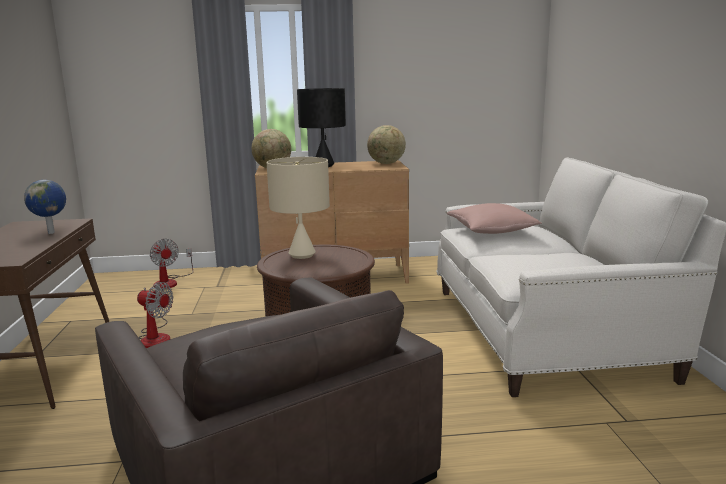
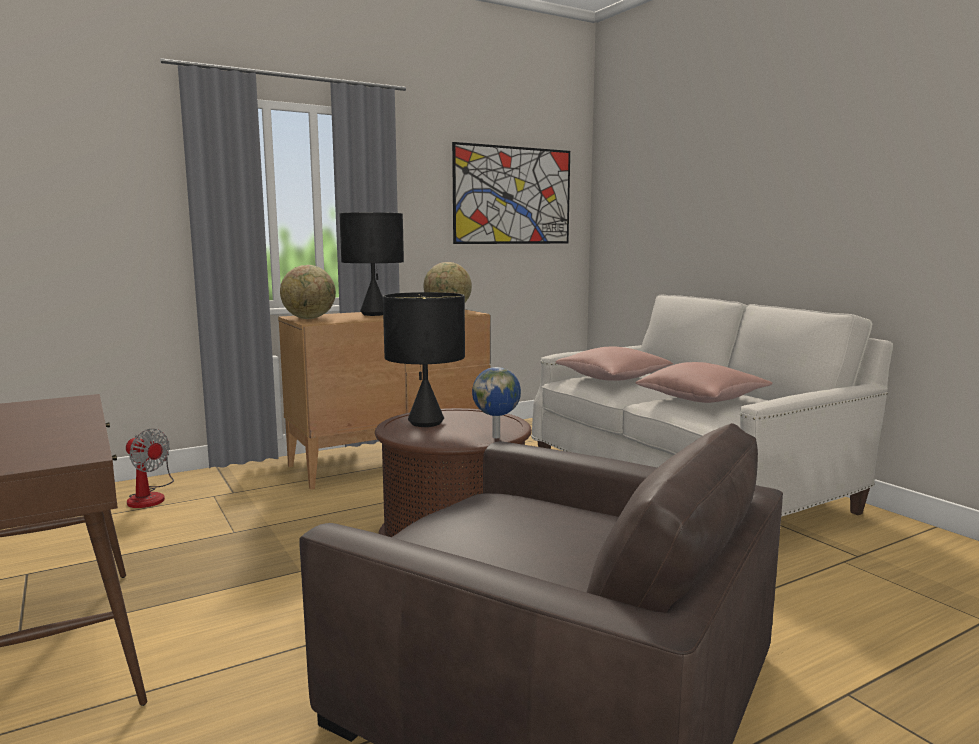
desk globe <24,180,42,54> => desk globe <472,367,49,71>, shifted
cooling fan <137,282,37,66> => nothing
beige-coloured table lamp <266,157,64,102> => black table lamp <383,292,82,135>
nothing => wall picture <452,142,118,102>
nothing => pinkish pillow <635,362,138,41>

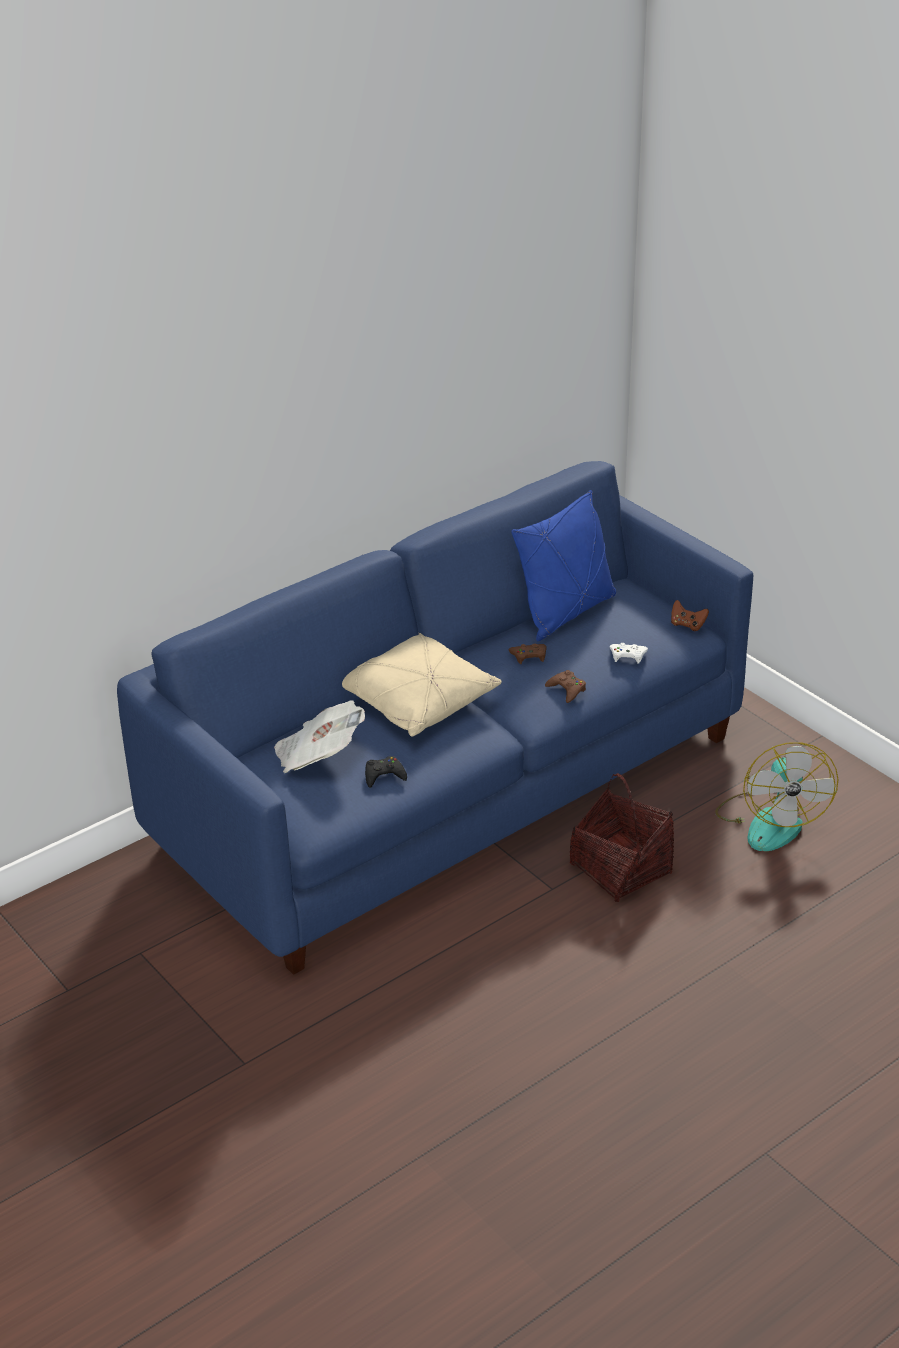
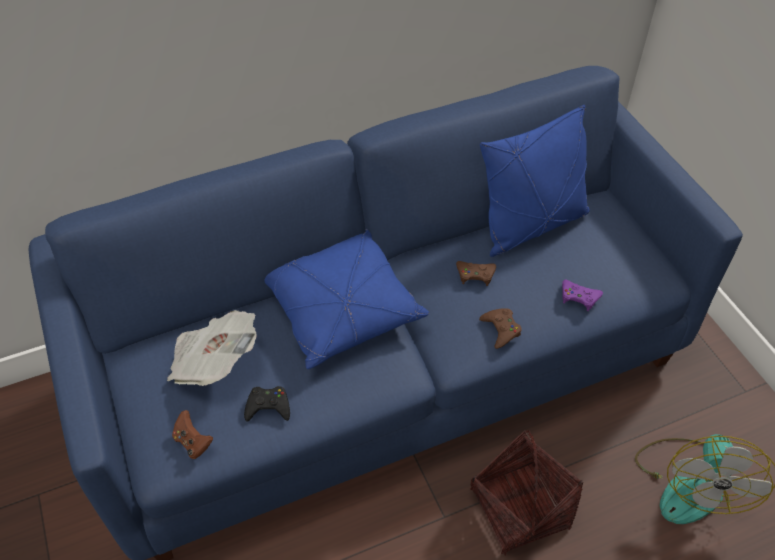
beige-coloured pillow <342,633,160,104> => blue-coloured pillow <264,229,165,140>
white gamepad <610,643,38,21> => purple gamepad <562,280,41,31>
brownish gamepad <671,600,38,31> => brownish gamepad <172,410,41,49>, shifted

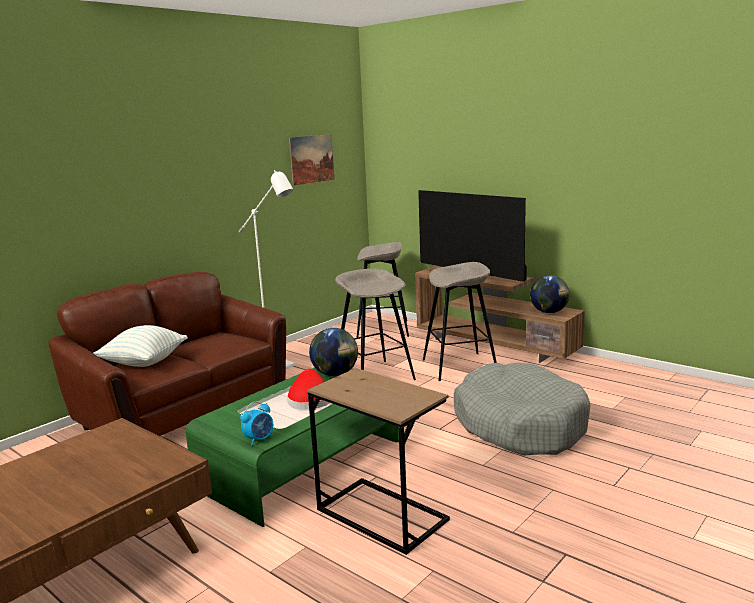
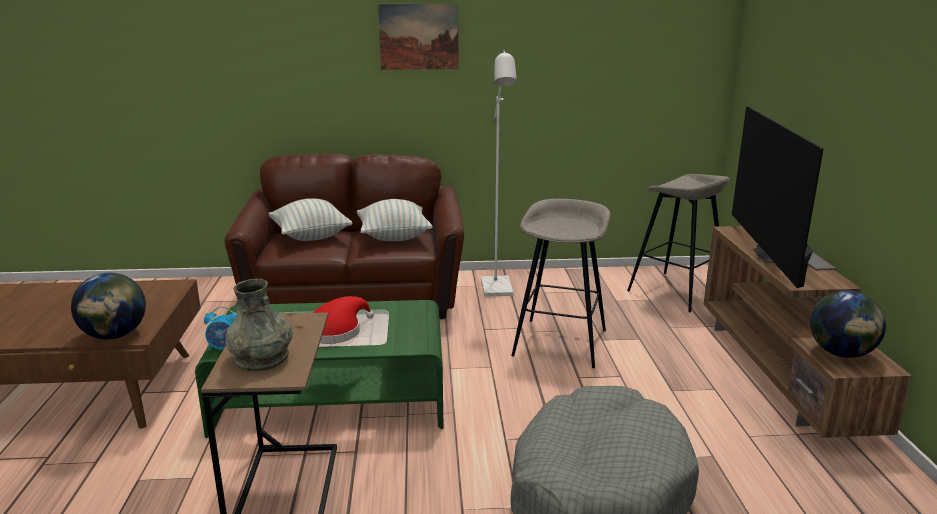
wall picture <289,134,45,52> => wall picture <378,4,81,66>, shifted
desk globe <309,328,49,48> => desk globe <71,273,75,66>, shifted
greyish stool seat <423,262,74,119> => nothing
nothing => greyish vase <226,279,67,92>
nothing => pillow <357,199,76,42>

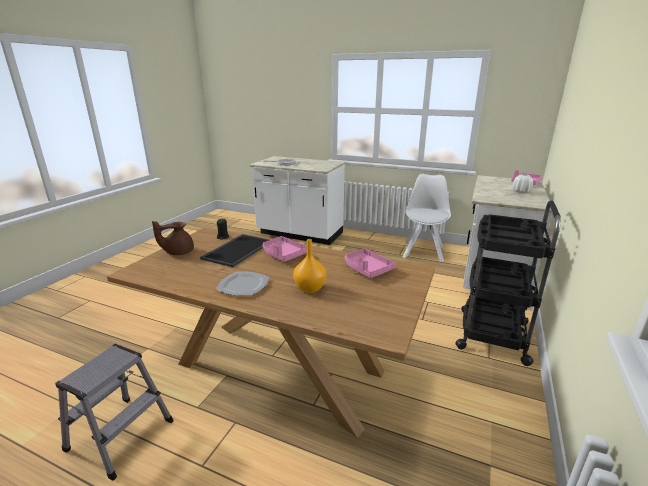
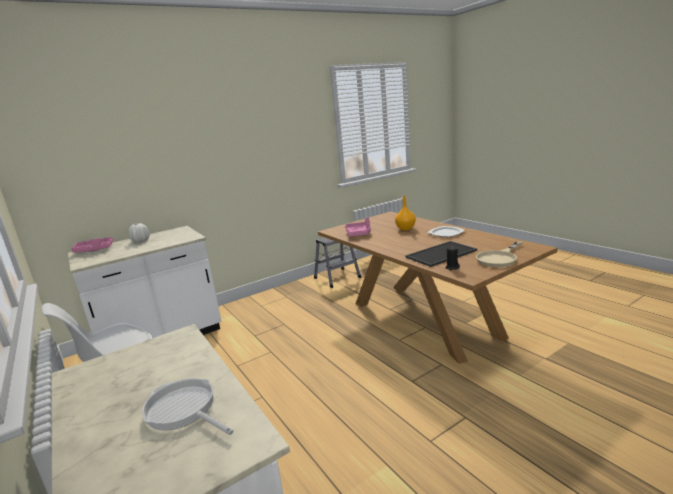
greyish step stool <55,344,119,137> => greyish step stool <314,238,48,50>, shifted
brownish teapot <152,221,42,34> => beige-coloured frying pan <476,241,47,26>
pinkish tray <263,236,44,26> => nothing
black cart <455,200,106,166> => nothing

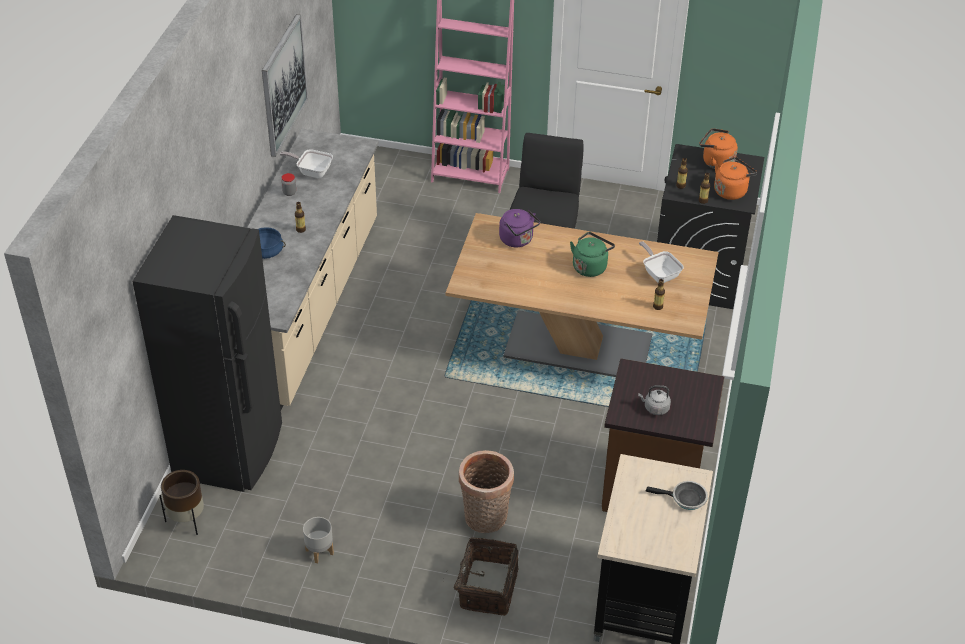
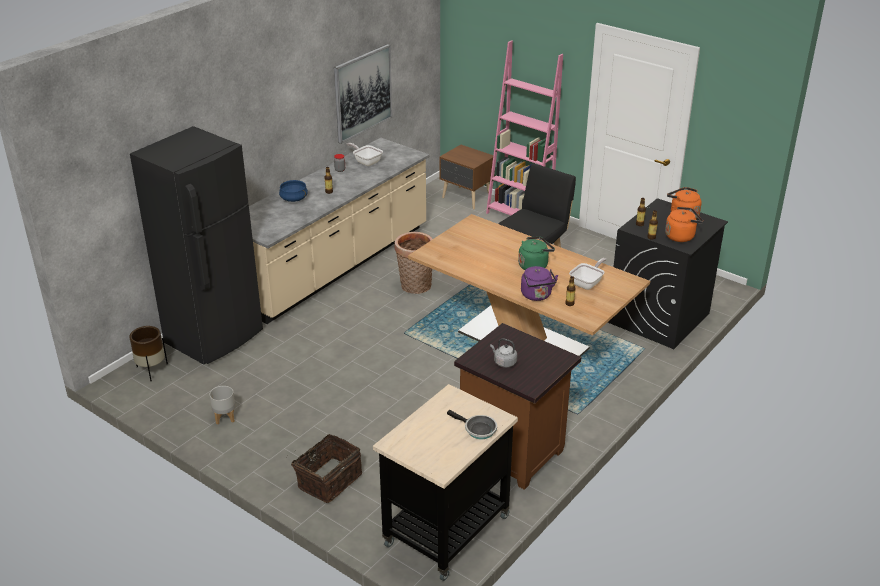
household basket <459,450,55,83> => household basket <395,232,38,62>, shifted
purple tea kettle <499,209,41,38> => purple tea kettle <521,266,37,35>, shifted
frying pan <639,241,45,42> => frying pan <569,258,38,32>, 45 degrees clockwise
nothing => brownish night table <439,145,56,64>

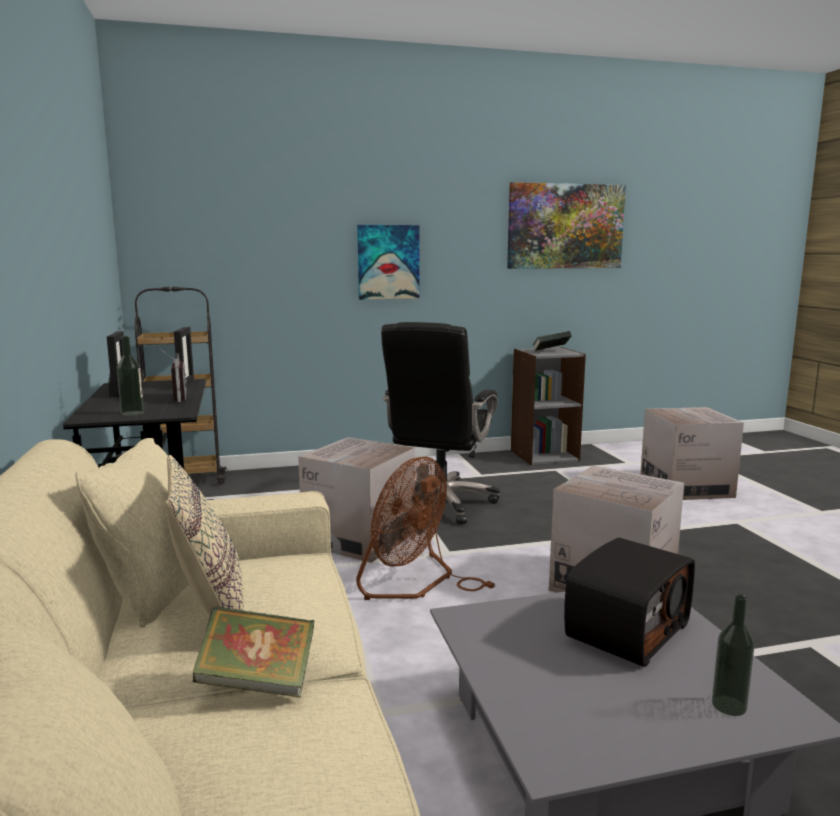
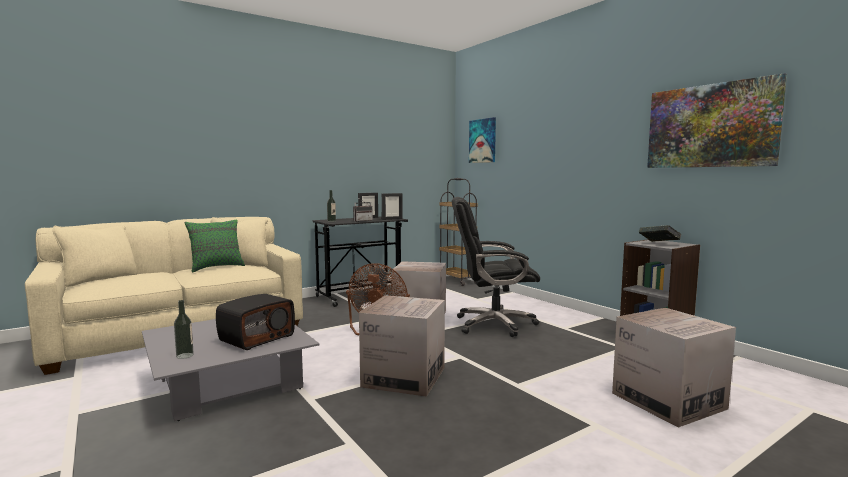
beige-coloured pillow <165,455,78,161> => greenish pillow <185,220,60,53>
bound book <192,606,123,92> => nothing
wall picture <357,225,62,75> => wall picture <469,117,27,46>, shifted
radio receiver <564,537,131,130> => radio receiver <216,294,79,56>, 75 degrees counterclockwise

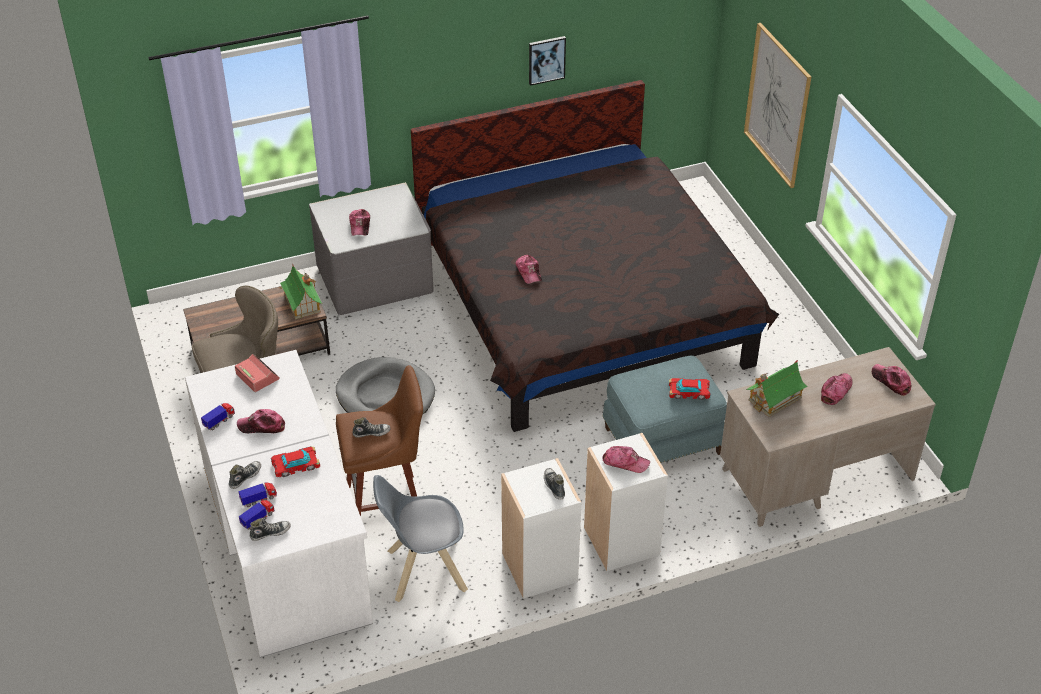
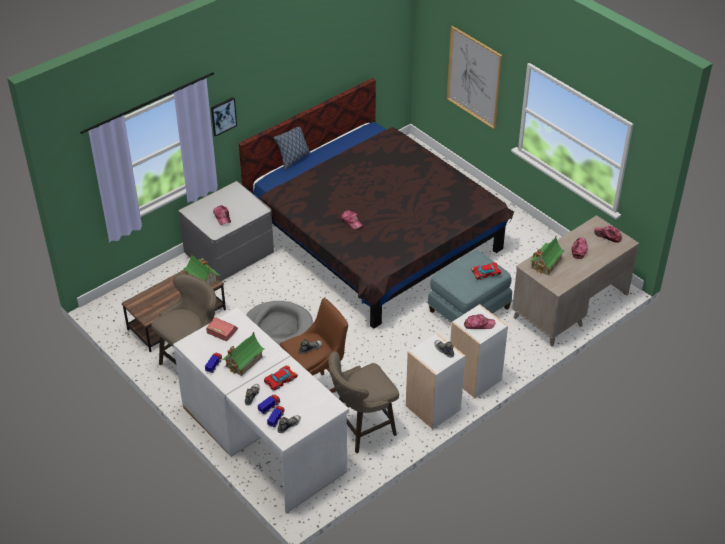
cap <237,409,48,24> => miniature house <222,332,43,44>
greyish plain chair <373,475,95,127> => beige-coloured stool seat <328,351,71,103>
wall picture <529,36,37,50> => wall picture <211,97,26,40>, shifted
nothing => pillow <273,127,37,43>

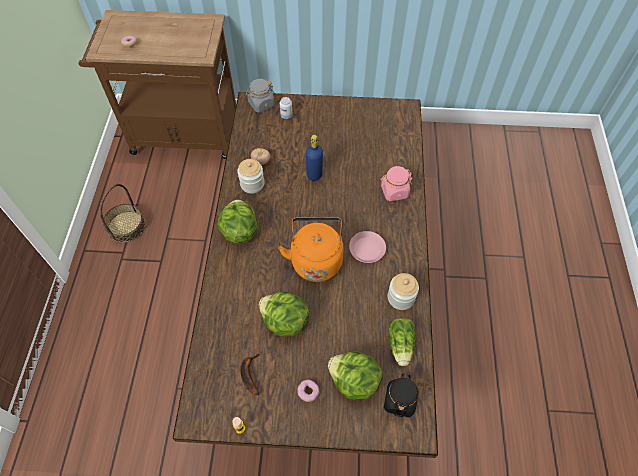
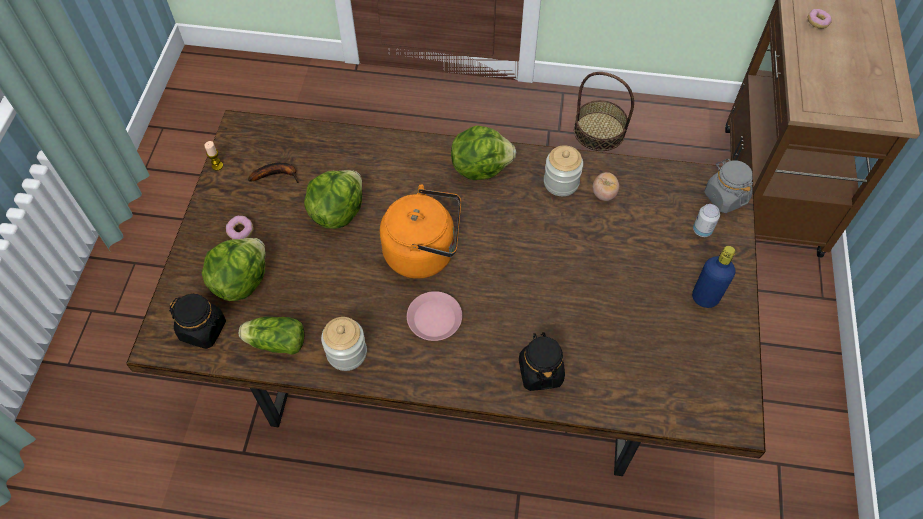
blue-coloured bottle <306,135,17,46> => blue-coloured bottle <692,246,43,62>, shifted
pinkish preserve jar <380,166,32,35> => black preserve jar <519,332,46,59>

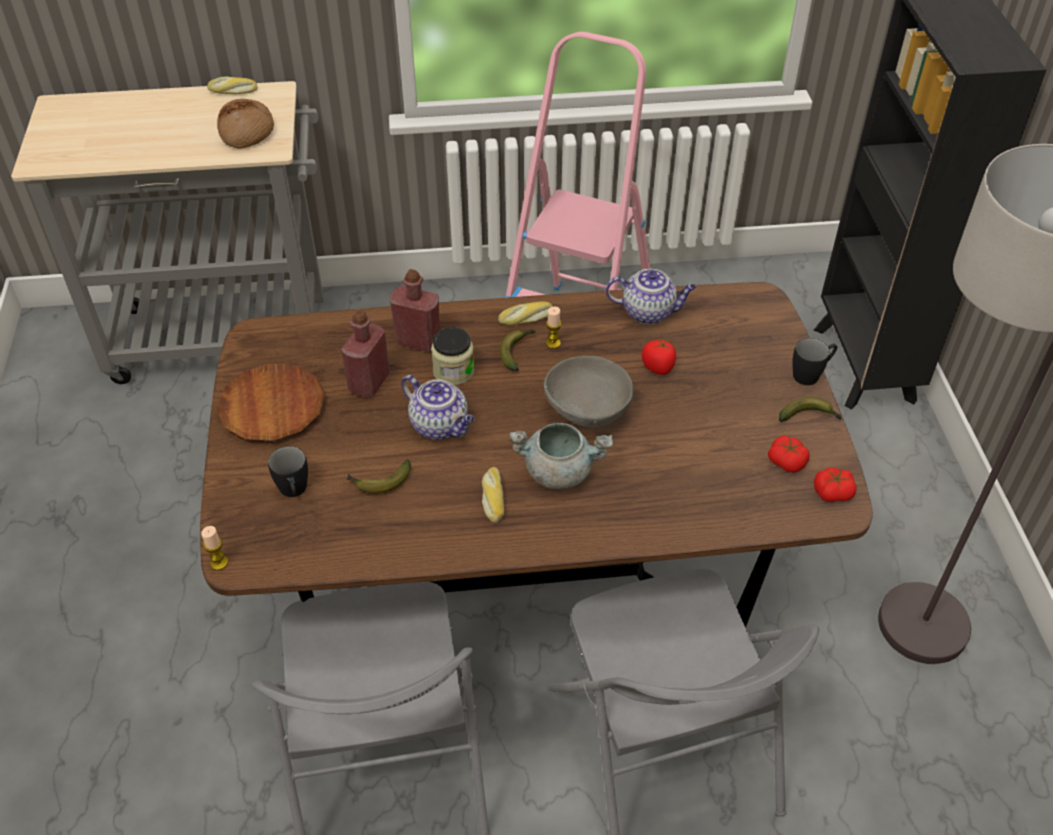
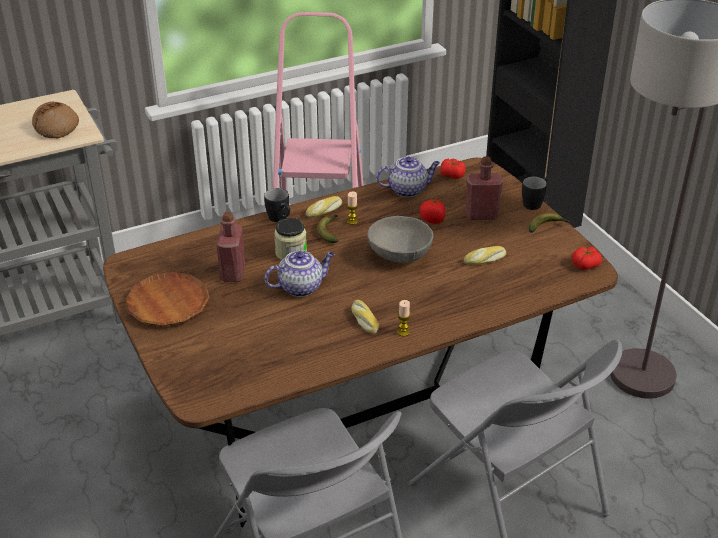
wax light <201,526,27,44> => wax light <397,300,14,37>, shifted
bread <207,77,51,17> => bread <464,246,42,19>, shifted
black coffee mug <268,446,40,51> => black coffee mug <264,188,26,34>, shifted
banana fruit <347,459,64,34> => nothing
red bottle <390,269,50,83> => red bottle <466,156,37,64>, shifted
teapot <401,375,74,65> => teapot <265,250,69,47>, 45 degrees counterclockwise
greyish cooking pot <509,423,104,66> => nothing
fresh tomato <768,435,42,38> => fresh tomato <440,159,26,20>, shifted

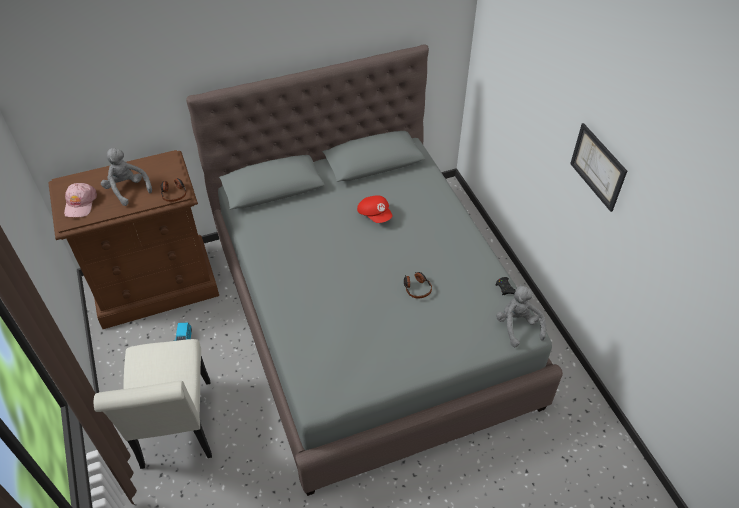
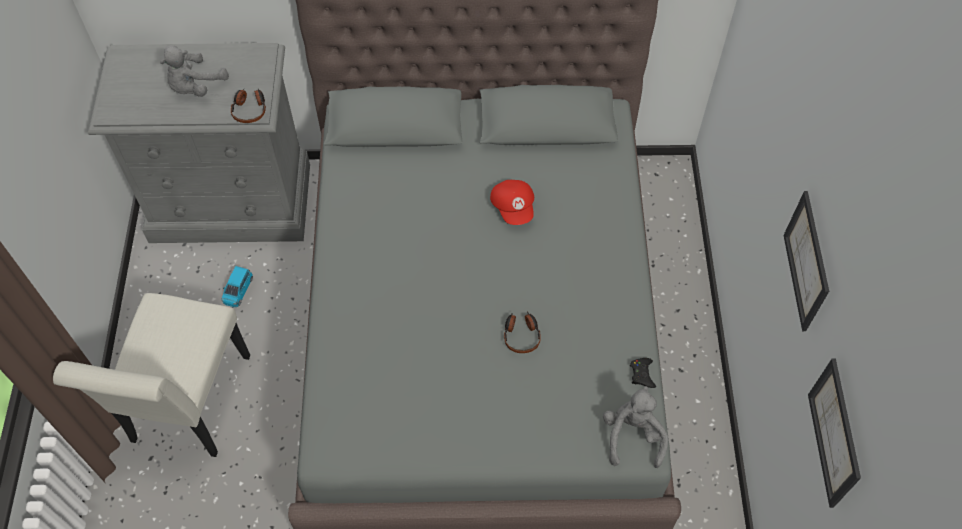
brownish drawer chest <49,150,170,179> => greyish drawer chest <88,43,222,200>
pinkish cap <64,183,33,34> => nothing
greyish soft toy <101,148,51,58> => greyish soft toy <160,45,69,52>, 120 degrees counterclockwise
nothing => wall picture <808,359,53,149>

